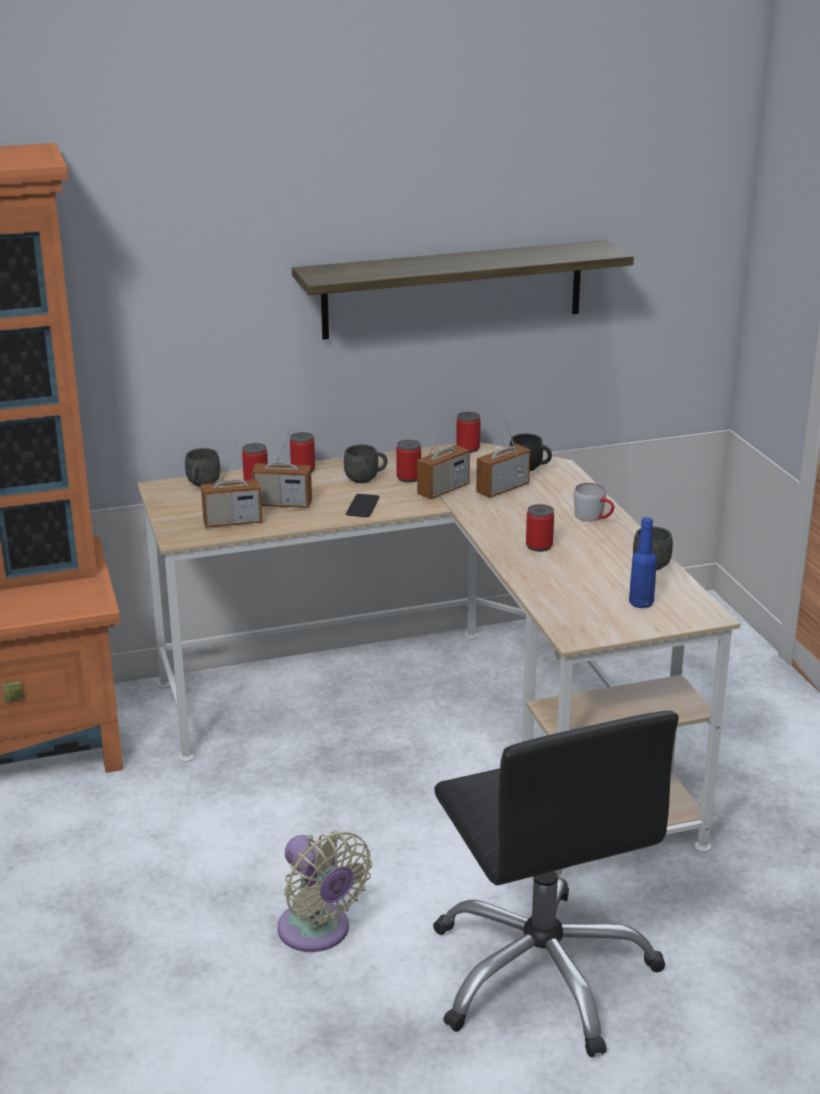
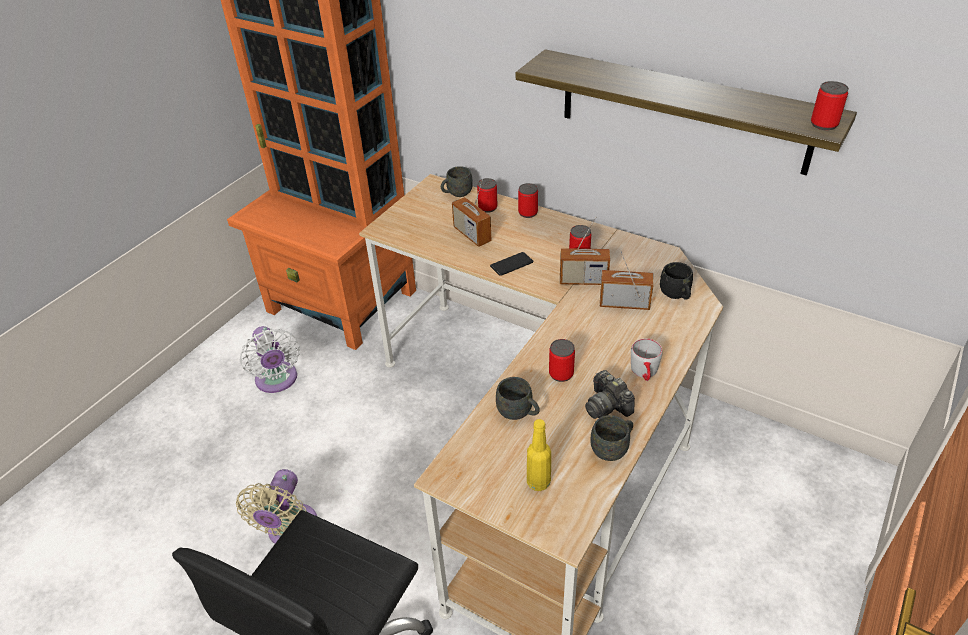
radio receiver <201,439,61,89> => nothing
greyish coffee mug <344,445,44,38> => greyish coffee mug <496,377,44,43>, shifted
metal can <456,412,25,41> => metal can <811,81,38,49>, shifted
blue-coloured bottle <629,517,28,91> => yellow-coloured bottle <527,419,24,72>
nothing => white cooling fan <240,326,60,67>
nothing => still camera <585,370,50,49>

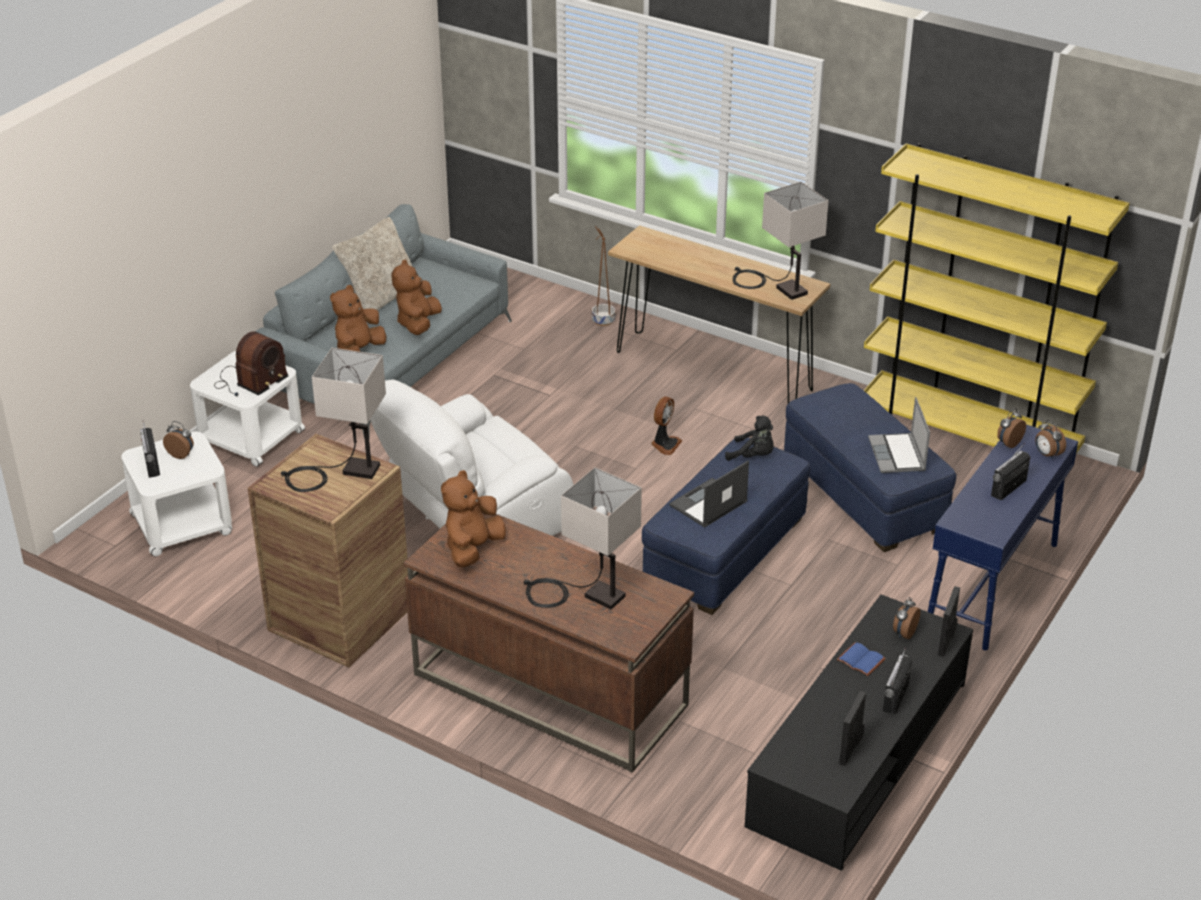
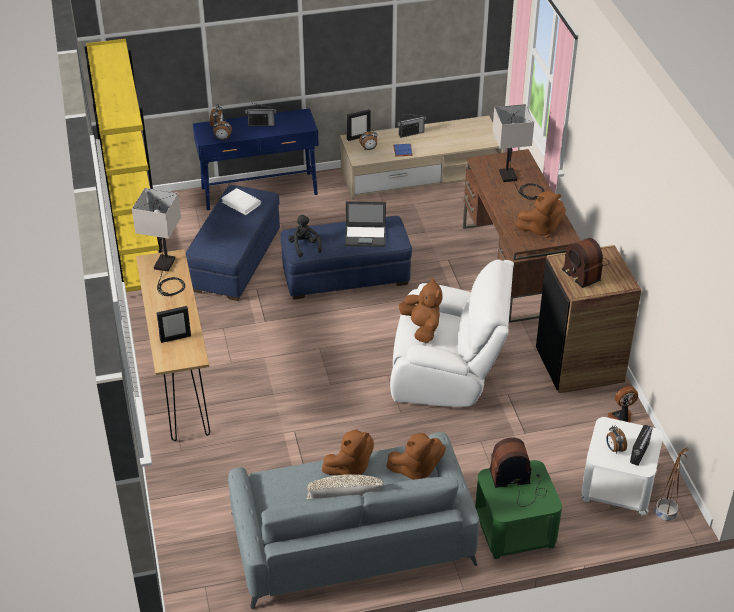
white side table <190,351,115,116> => greenish side table <475,460,87,99>
table lamp <281,348,105,144> => radio receiver <562,238,48,50>
brownish flower pot <591,226,25,100> => brownish flower pot <655,447,34,74>, shifted
cooling fan <651,396,31,59> => cooling fan <608,386,30,37>, shifted
black tv unit <745,594,228,277> => beige-coloured tv unit <340,116,165,84>
standing frame <839,691,27,75> => standing frame <157,306,34,37>, shifted
notebook computer <868,397,62,76> => white bound book <221,188,40,27>
nothing => brownish soft toy <399,278,43,65>

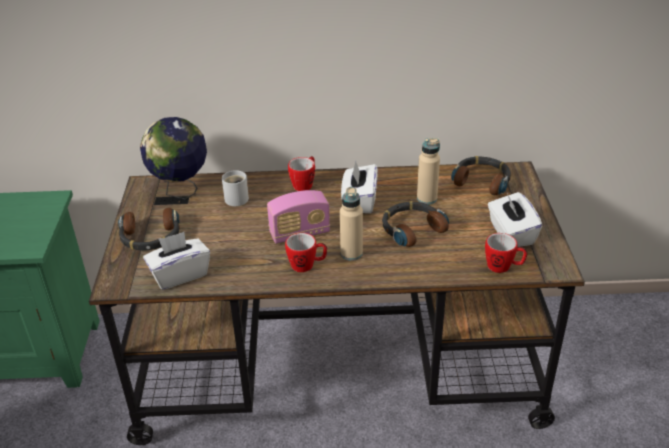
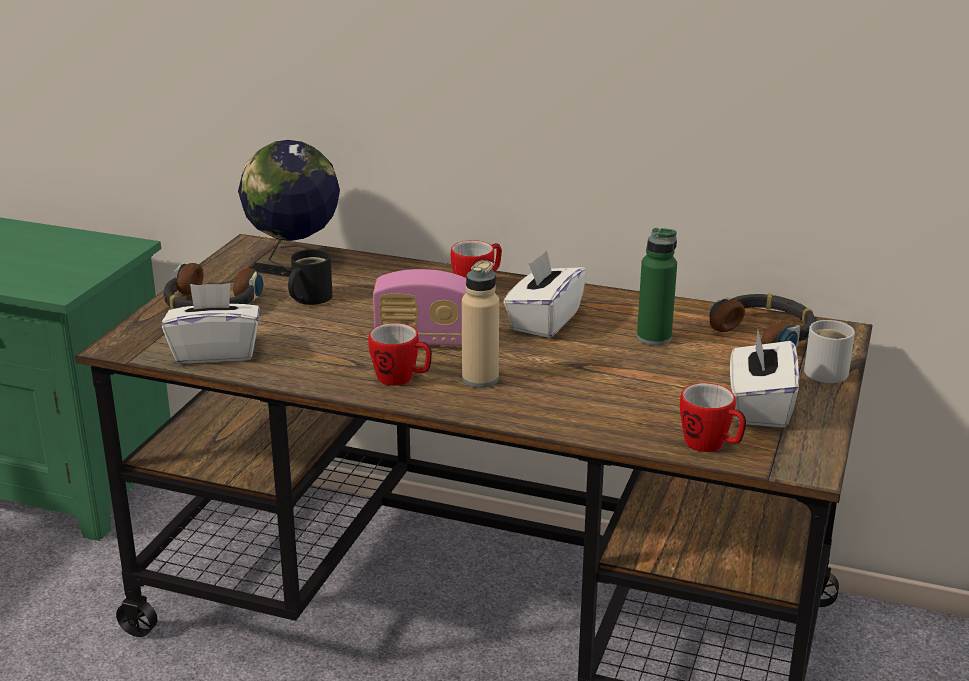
white coffee mug <222,170,27,36> => white coffee mug <804,320,51,63>, shifted
pair of headphones <382,201,67,46> => nothing
beige-coloured bottle <417,138,23,67> => greenish bottle <637,228,40,118>
nothing => black coffee mug <288,249,45,56>

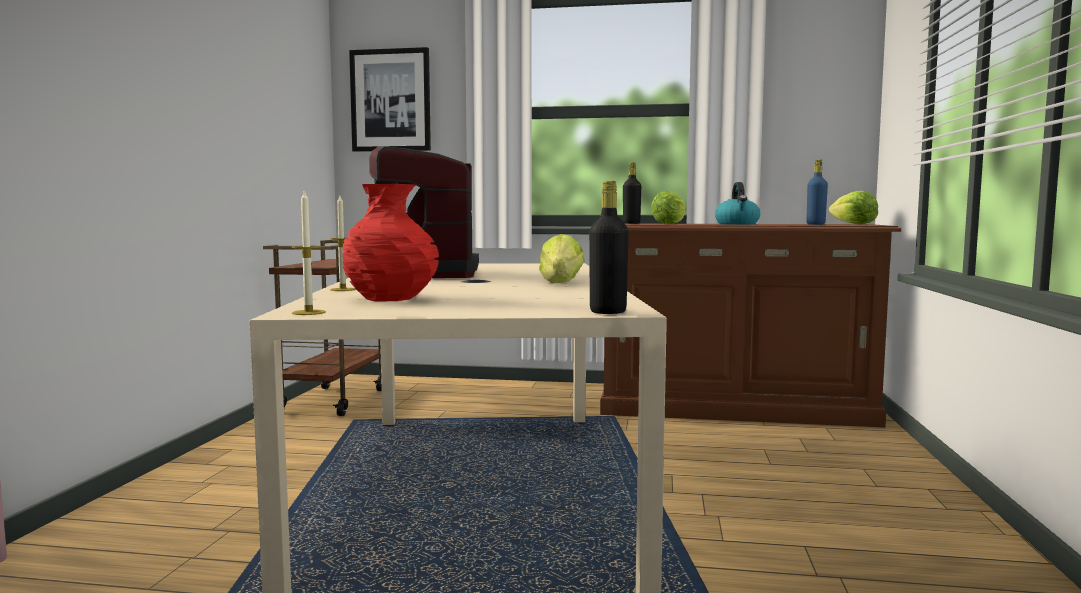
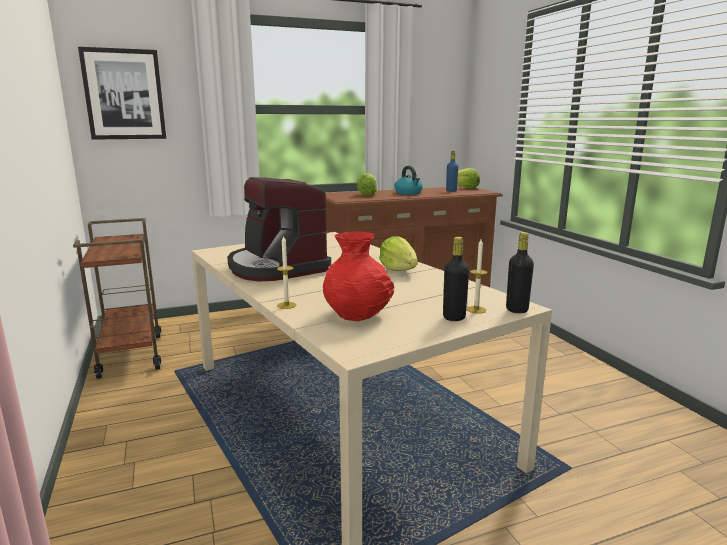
wax light <292,189,34,126> => wax light <466,239,22,75>, shifted
black bottle <623,162,18,62> => black bottle <443,237,26,84>, shifted

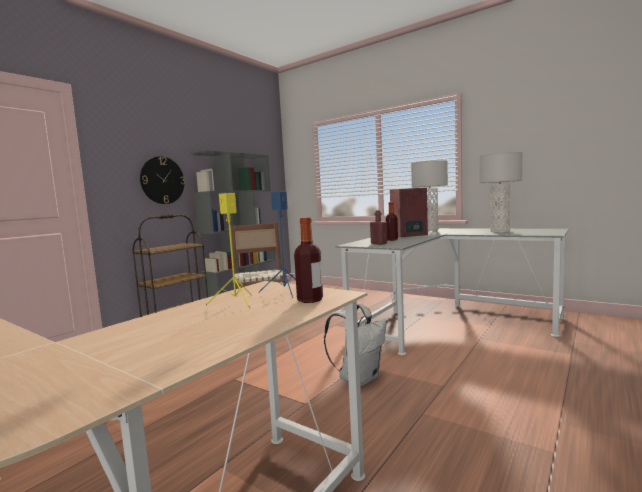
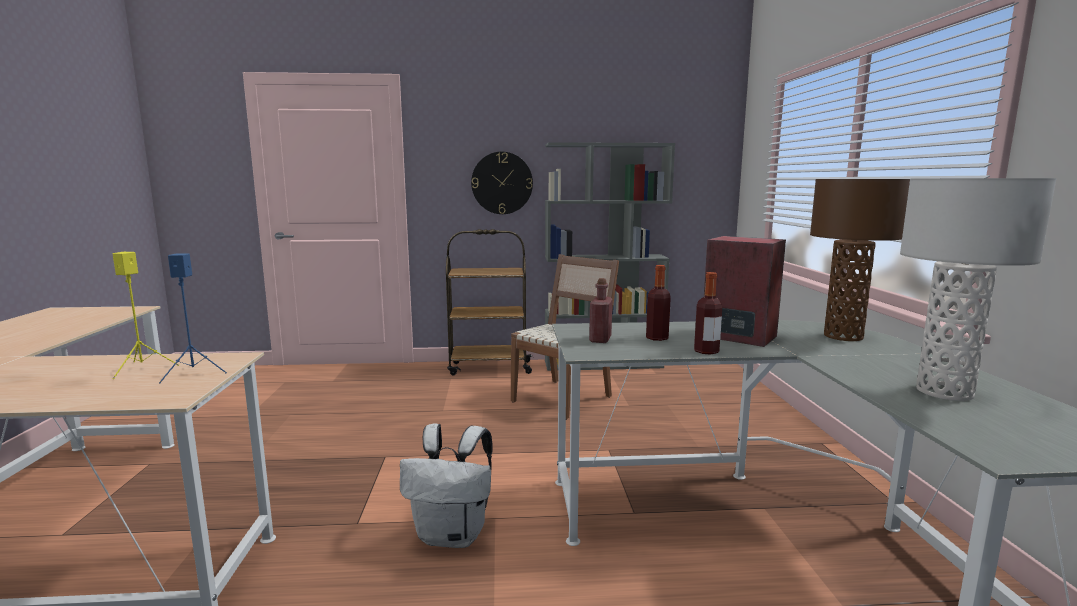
bottle <294,217,29,86> => bottle <694,272,28,83>, shifted
white table lamp <411,160,37,71> => brownish table lamp <810,179,100,162>

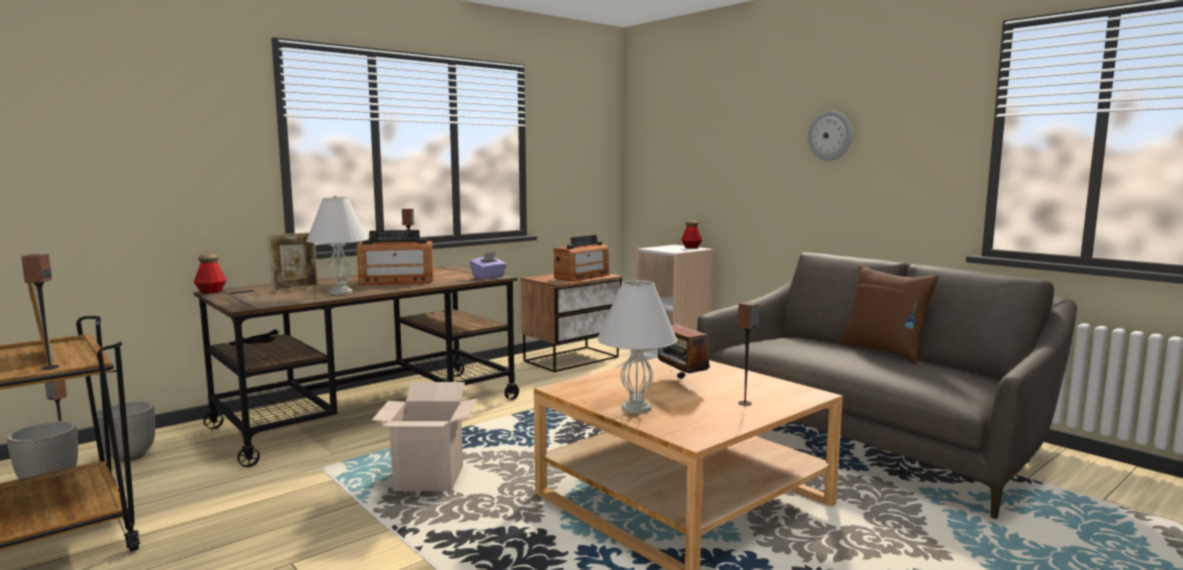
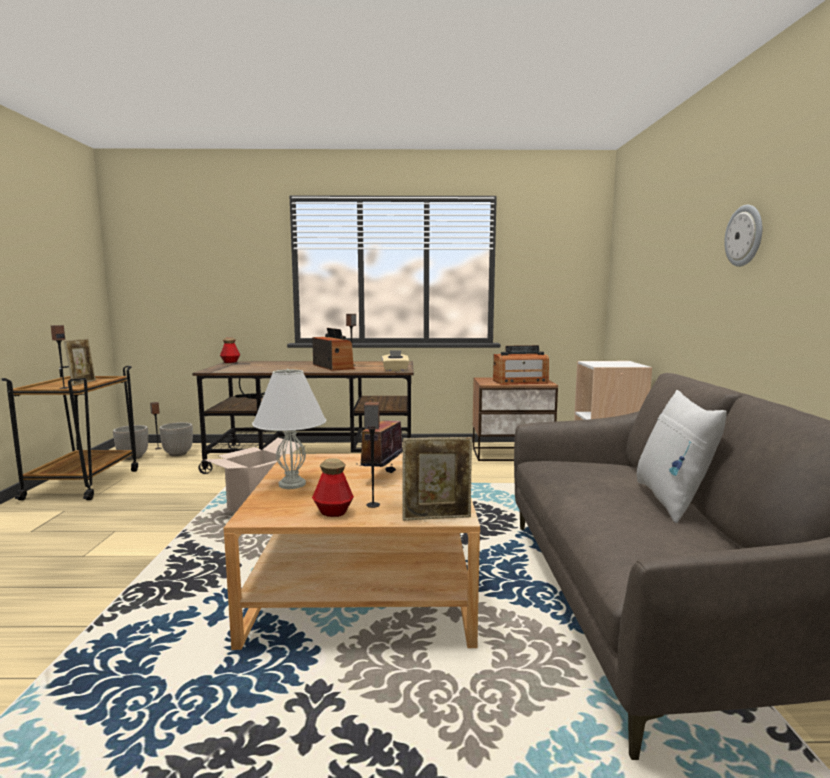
standing frame <267,233,52,59> => standing frame <402,437,70,84>, shifted
white table lamp <306,196,63,99> => nothing
radio receiver <357,230,76,56> => radio receiver <312,328,43,43>, 150 degrees counterclockwise
purple tissue holder <470,252,37,27> => beige-coloured tissue holder <382,350,27,21>
bottle <681,220,21,28> => bottle <312,458,42,59>, shifted
brownish pillow <839,265,100,99> => greyish pillow <637,390,90,133>

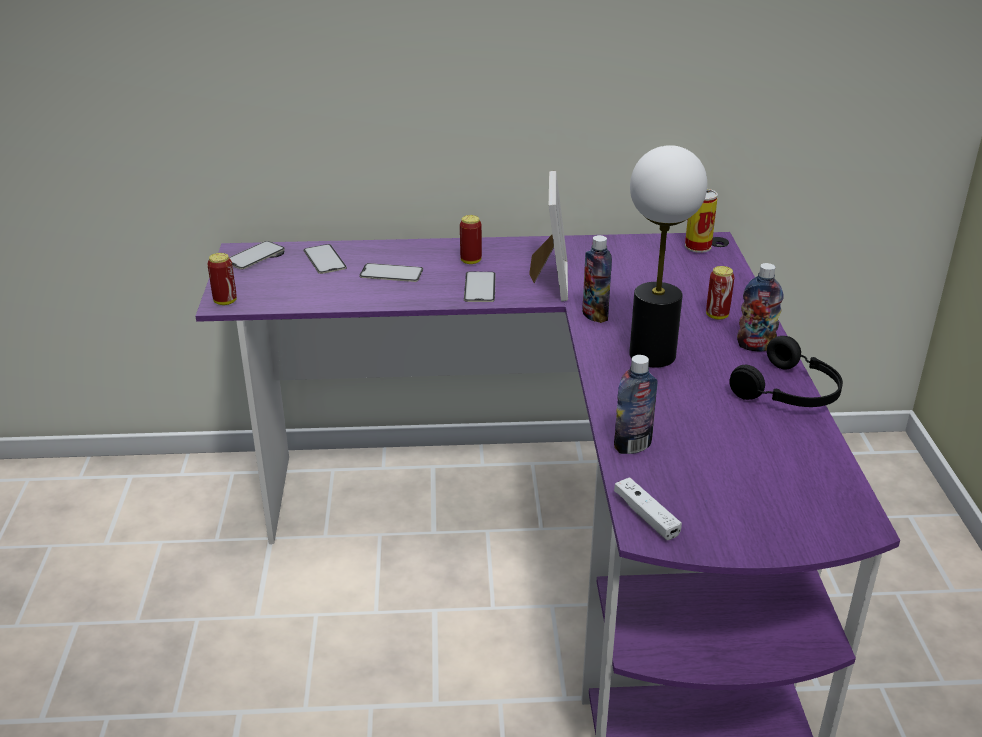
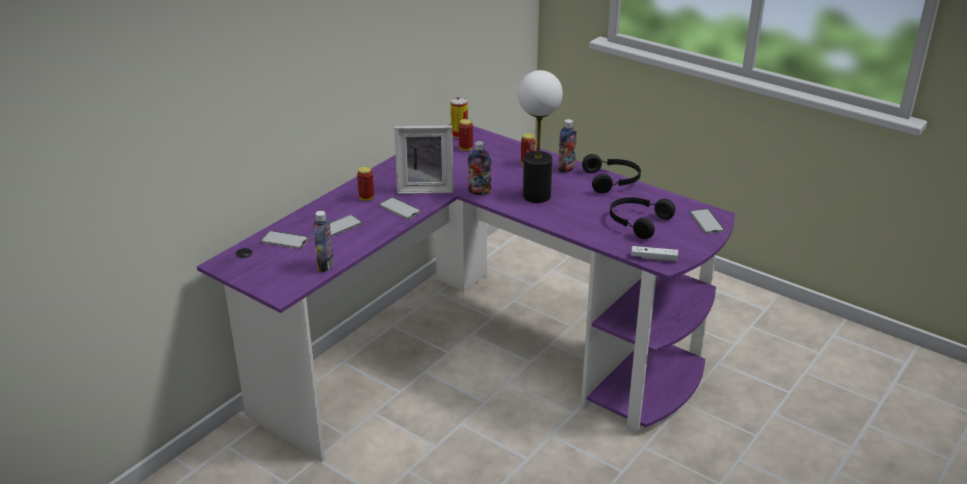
metal can <207,253,30,52> => metal can <459,119,14,32>, shifted
telephone <229,241,56,28> => telephone <689,209,36,25>, shifted
standing frame <529,171,39,130> => standing frame <394,125,59,69>, 135 degrees clockwise
bottle <614,355,44,99> => bottle <313,211,21,61>, shifted
nothing => black pair of headphones <610,197,65,42>

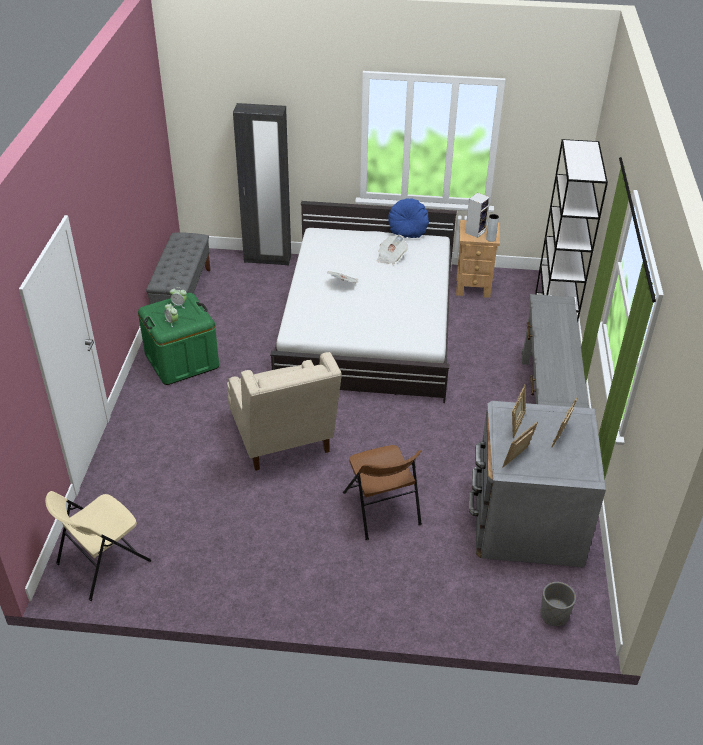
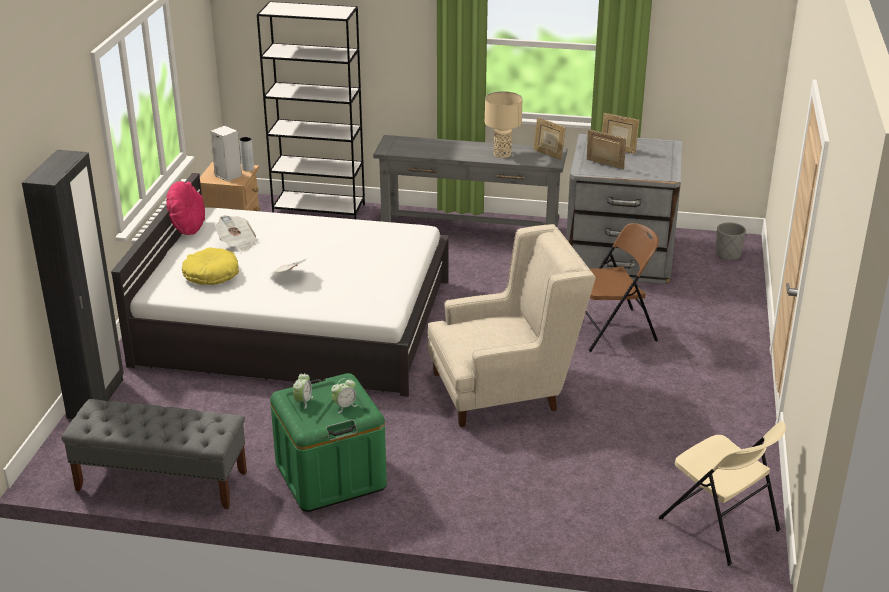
blue-coloured pillow <388,199,41,39> => pinkish pillow <166,181,39,54>
standing frame <502,422,36,45> => standing frame <534,118,32,42>, shifted
nothing => yellow-coloured pillow <182,247,57,38>
nothing => beige-coloured table lamp <485,91,38,67>

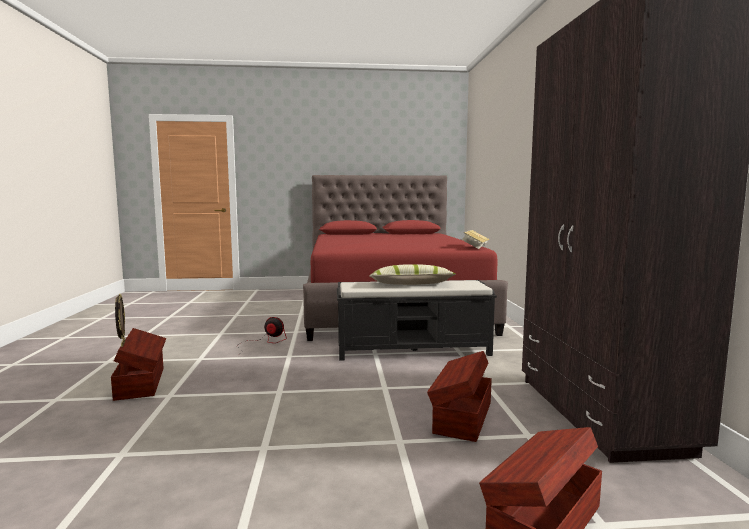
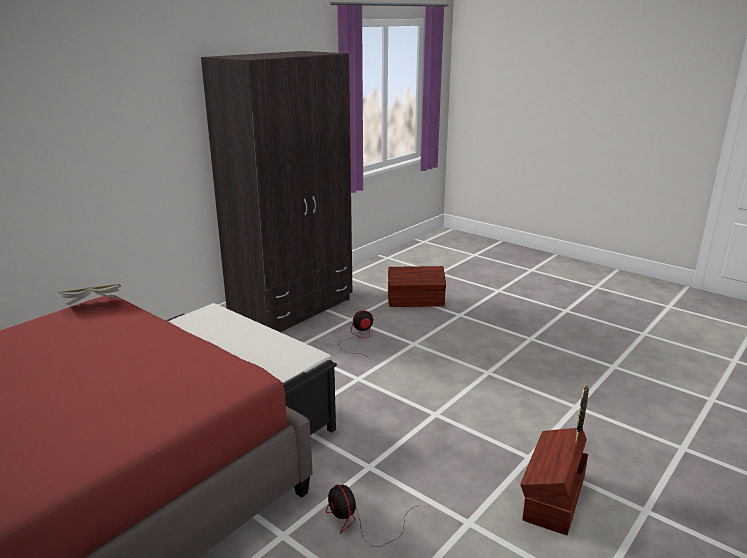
pillow <369,264,87,21> => nothing
brownish storage bin <427,351,65,91> => cooling fan <338,311,36,47>

